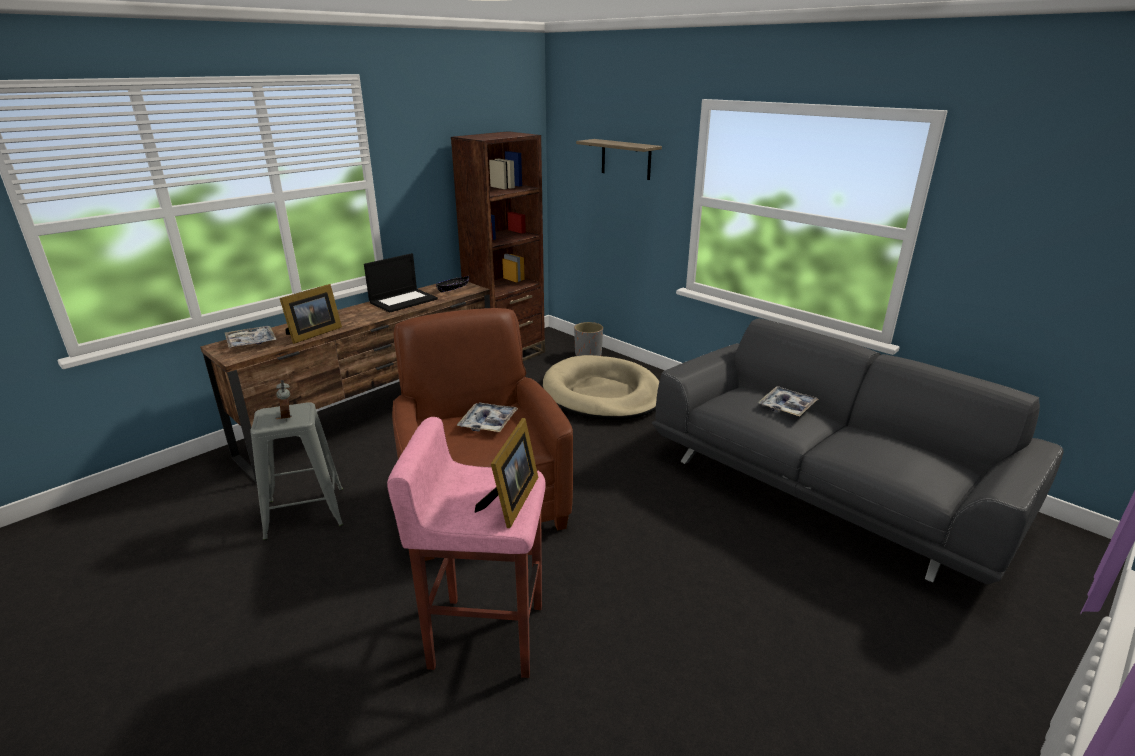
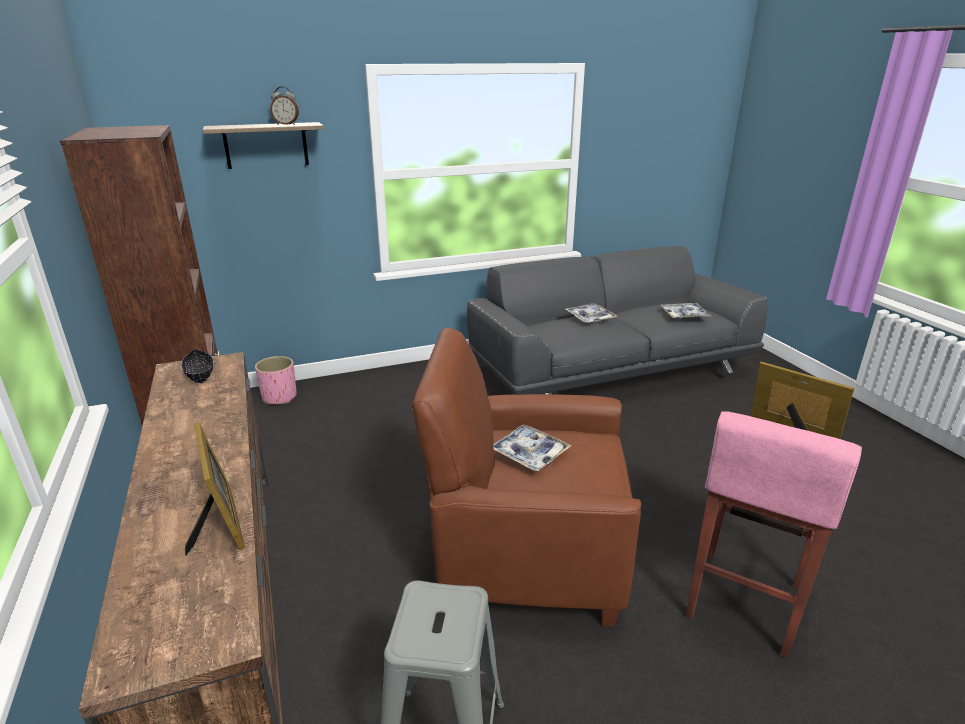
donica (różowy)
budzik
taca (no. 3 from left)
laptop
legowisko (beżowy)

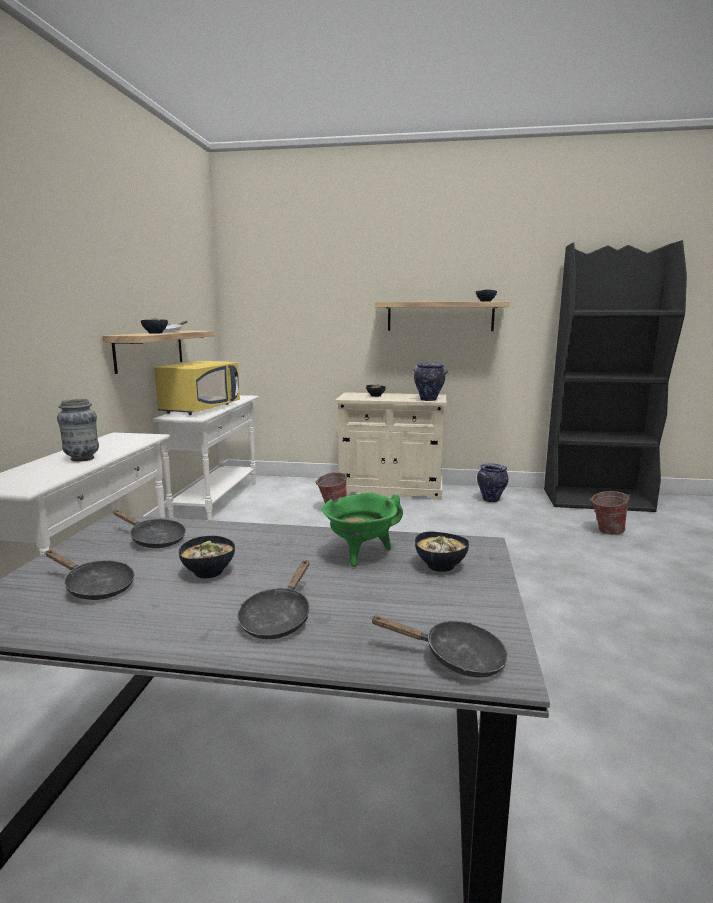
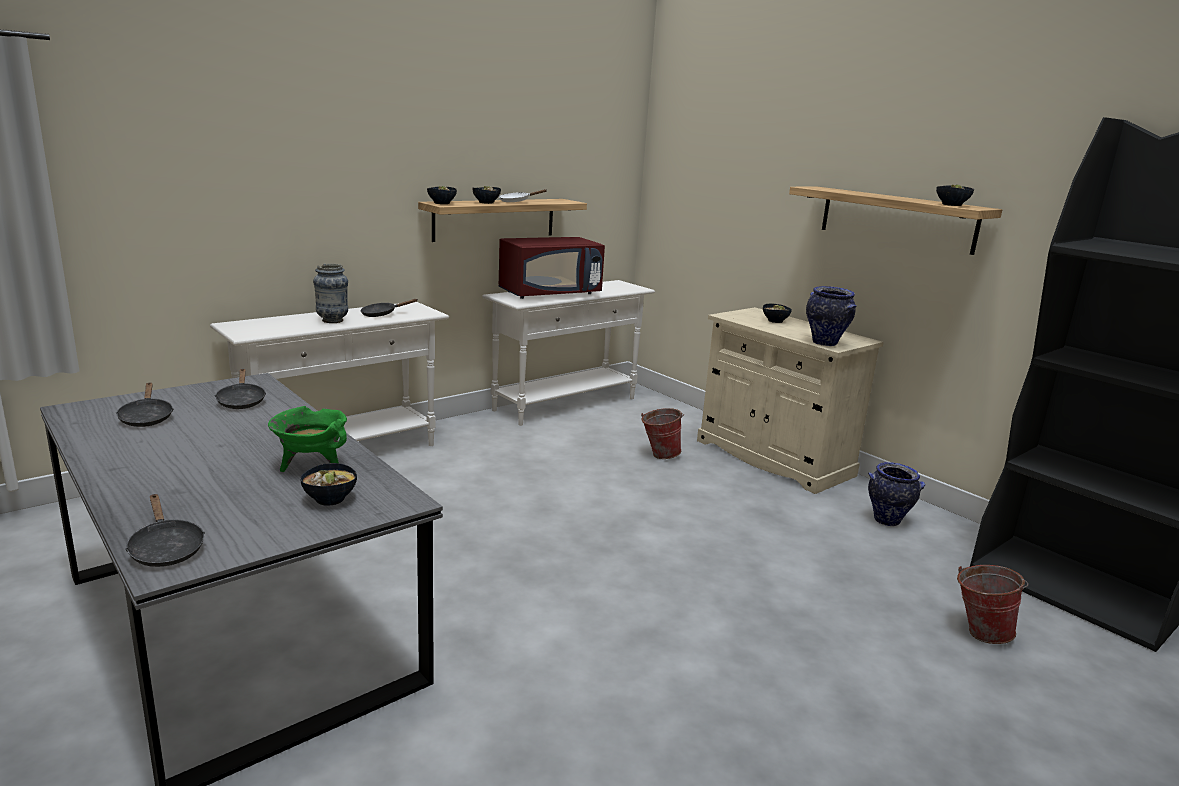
patelnia (czarny) (no. 4 from left)
miska (no. 2 from left)
mikrofalówka (czerwony)

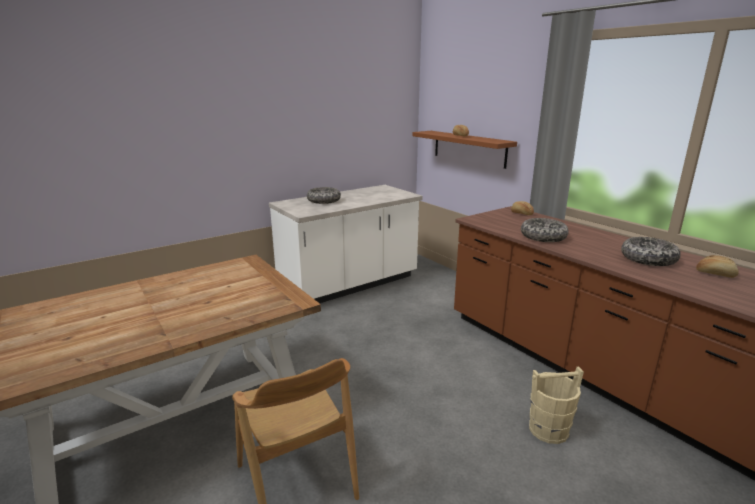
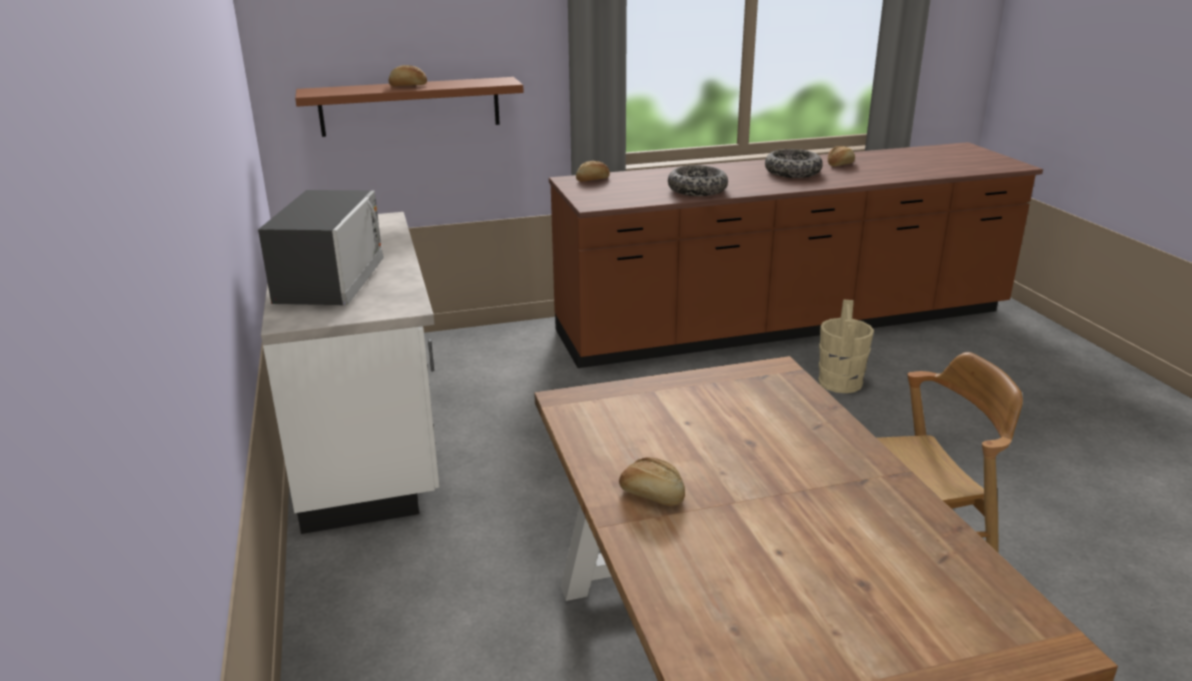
mikrofalówka
chleb (no. 3 from left)

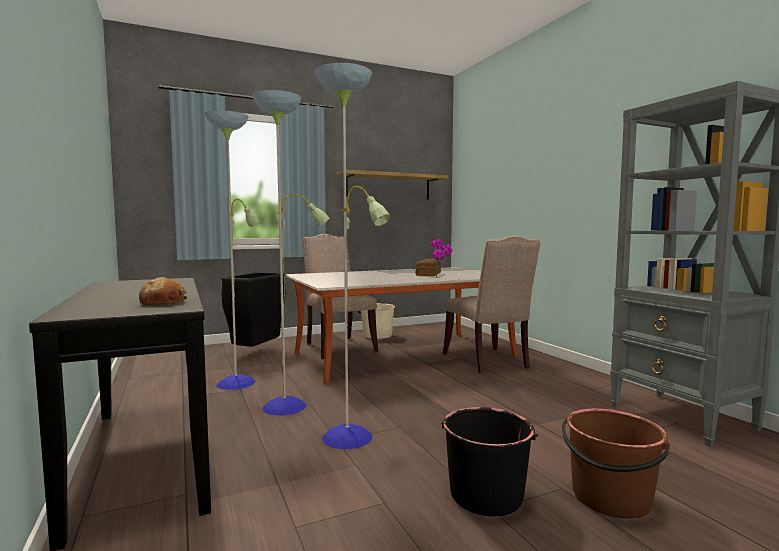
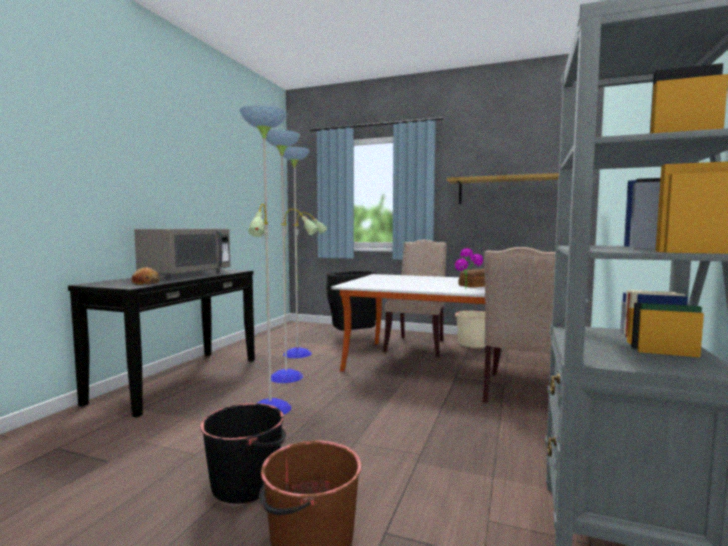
mikrofalówka (szary)

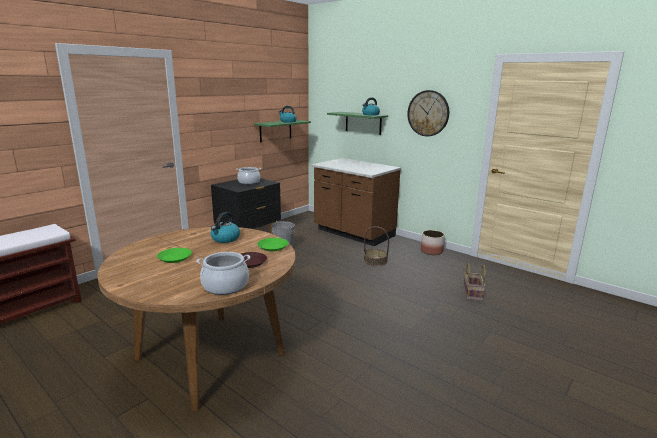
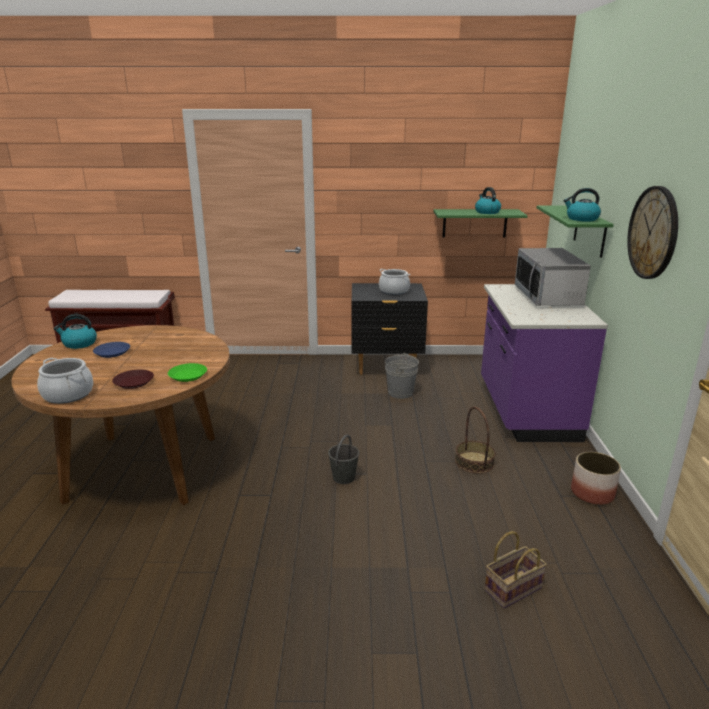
czajnik (no. 1 from left)
talerz (niebieski)
wiadro (szary) (no. 1 from left)
zabudowa kuchenna (fioletowy)
mikrofalówka

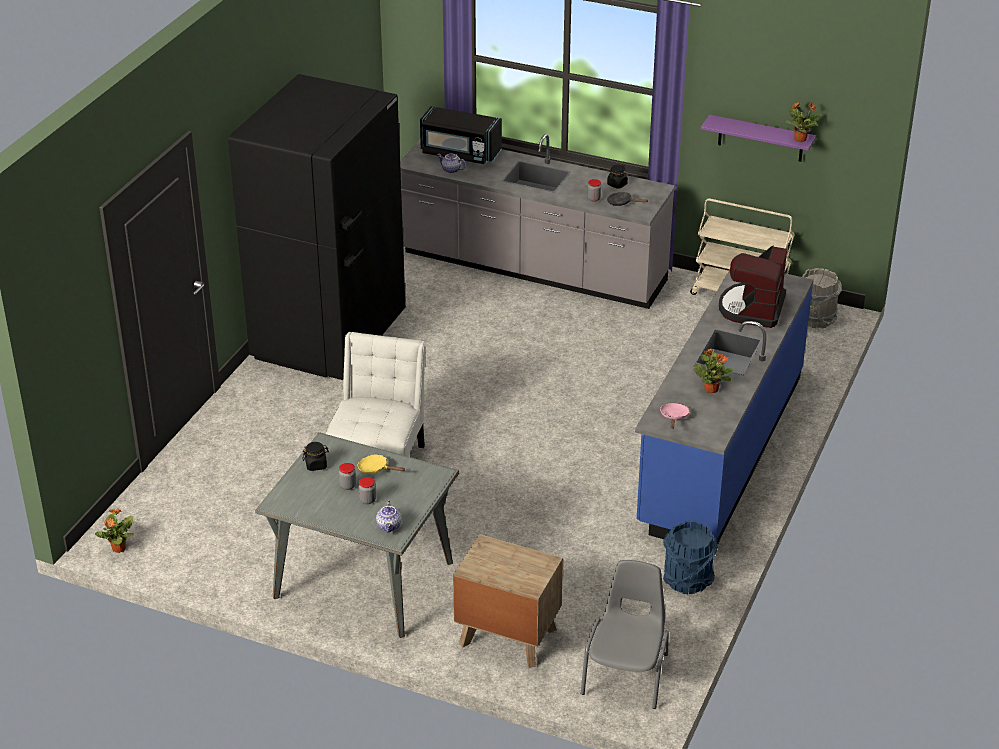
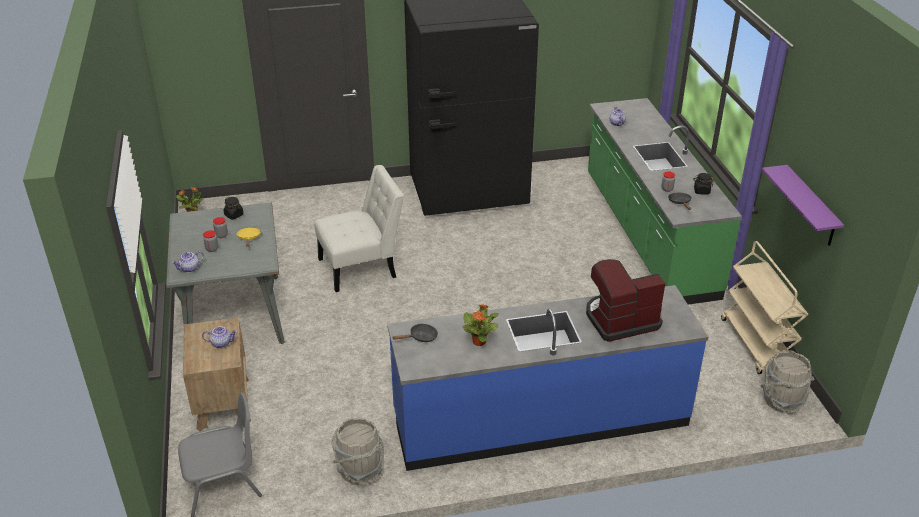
imbryk (no. 2 from left)
wiadro (szary) (no. 1 from left)
patelnia (czarny) (no. 1 from left)
zabudowa kuchenna (zielony)
mikrofalówka (czarny)
roślina doniczkowa (no. 3 from left in the first image)

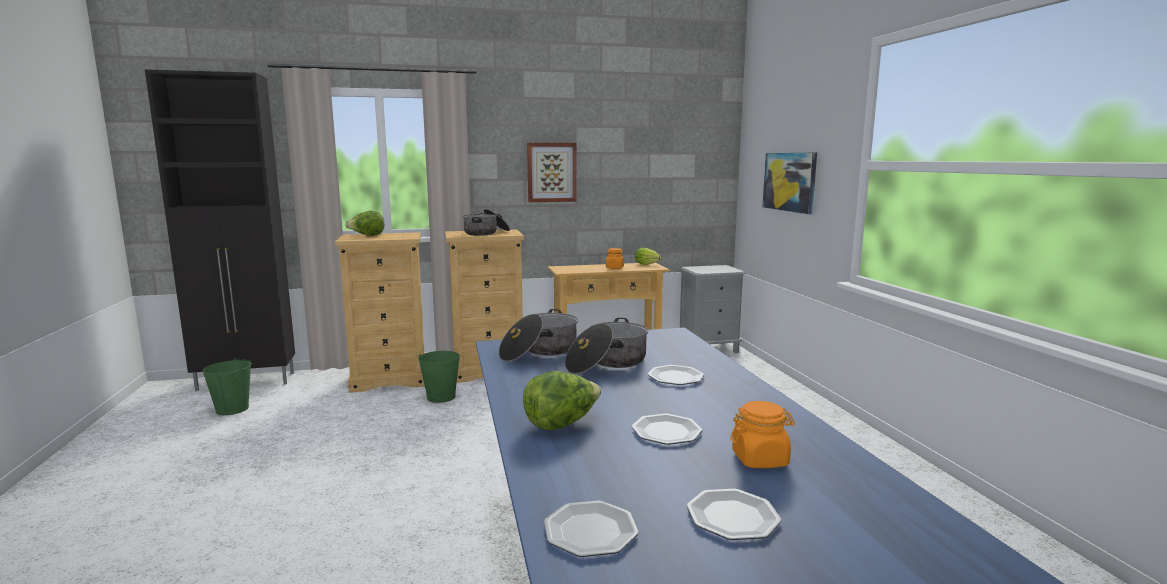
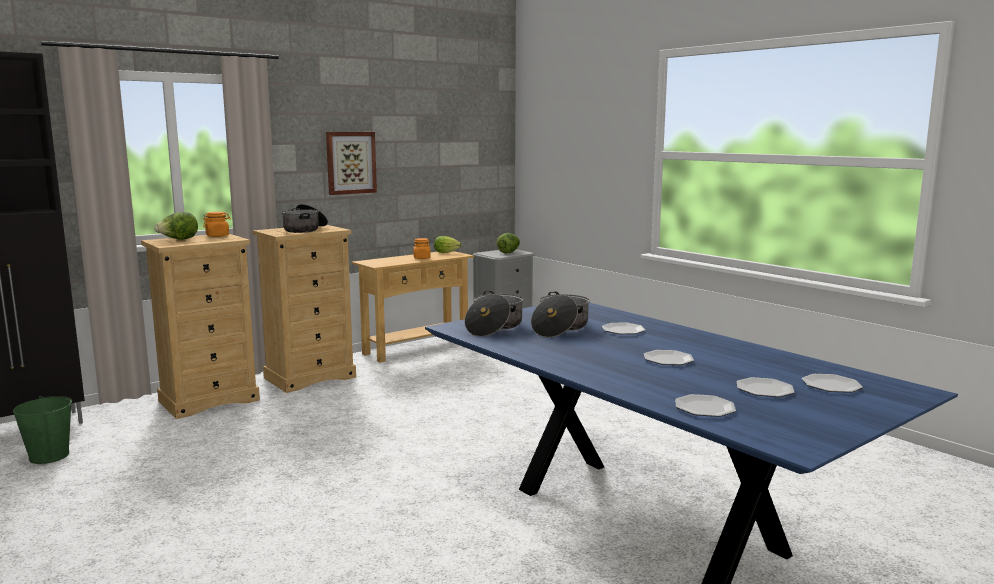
słoik (pomarańczowy) (no. 1 from left)
sałata (no. 3 from left)
talerz (no. 5 from left)
wiadro (zielony) (no. 2 from left in the first image)
obraz (no. 2 from left in the first image)

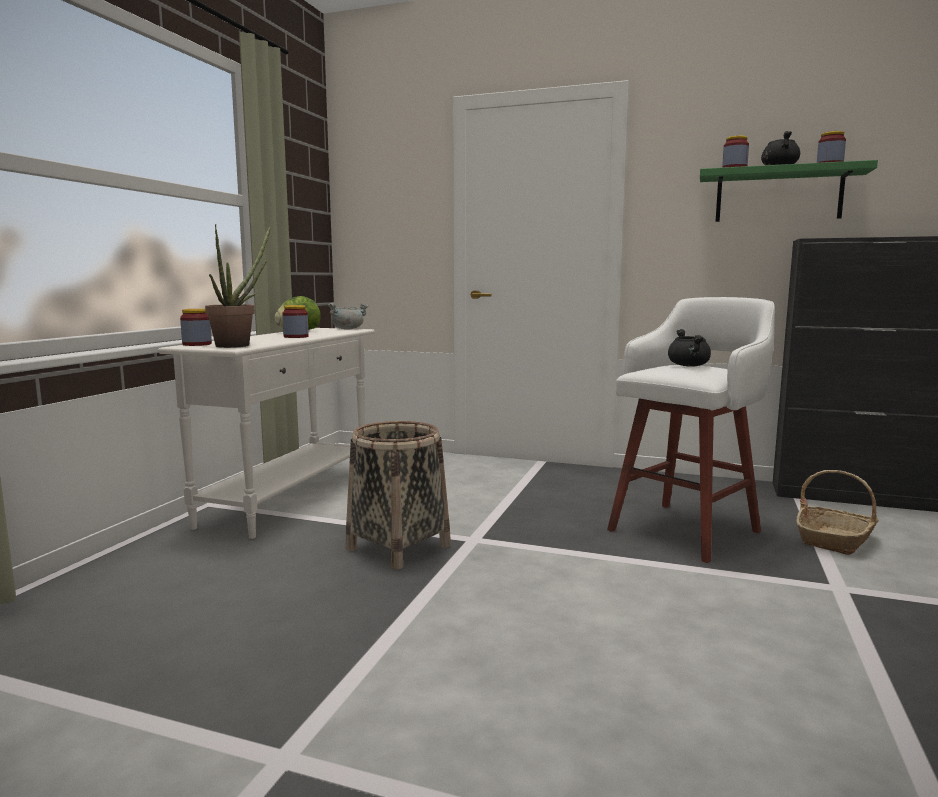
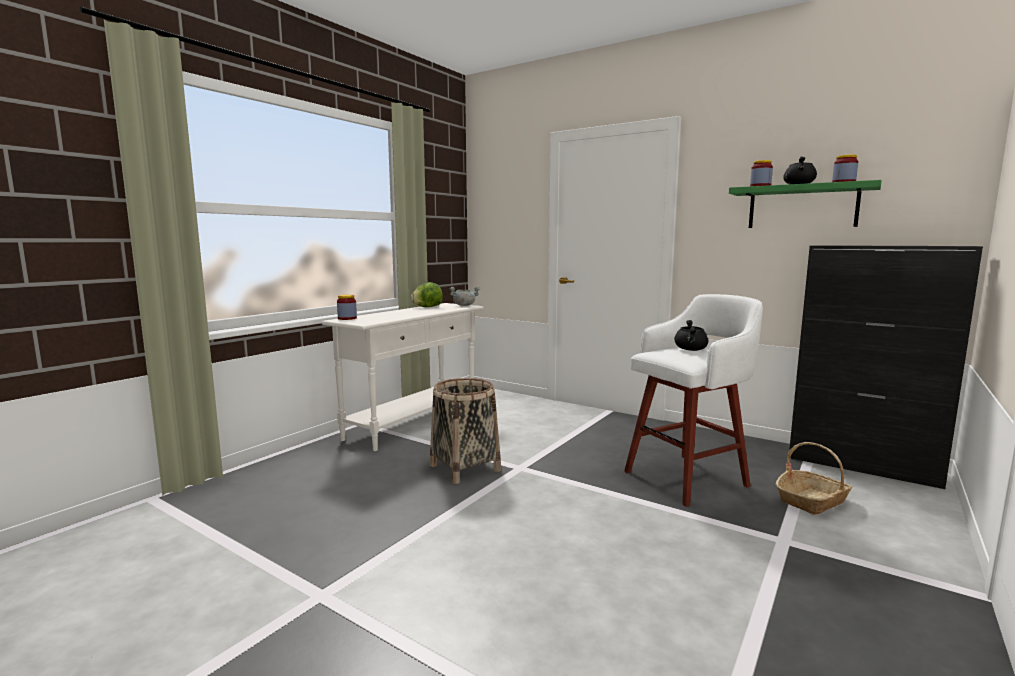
roślina doniczkowa
słoik (no. 2 from left in the first image)

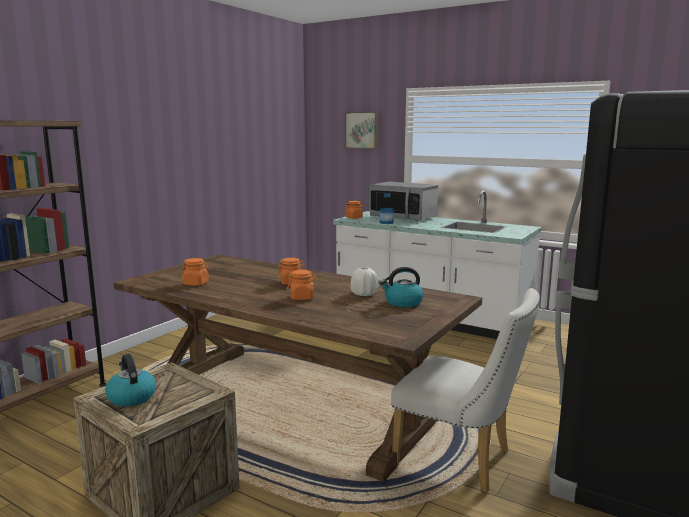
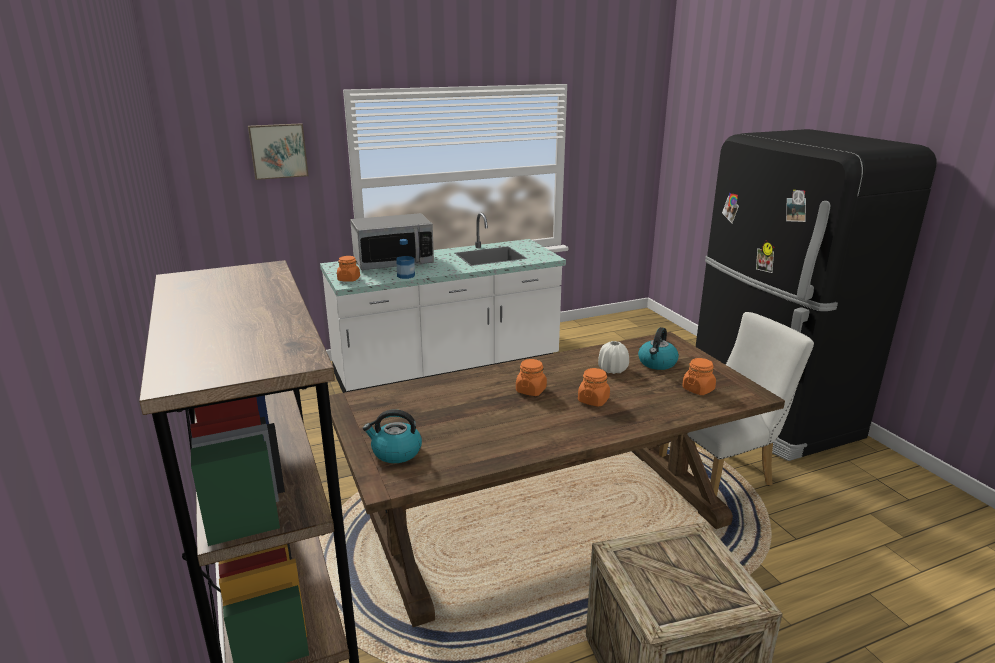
czajnik (no. 1 from left)
słoik (pomarańczowy) (no. 4 from left)

